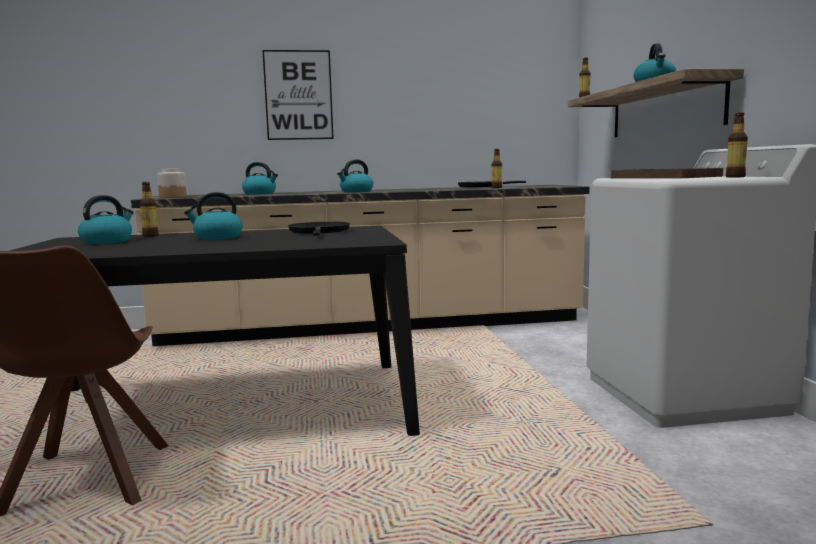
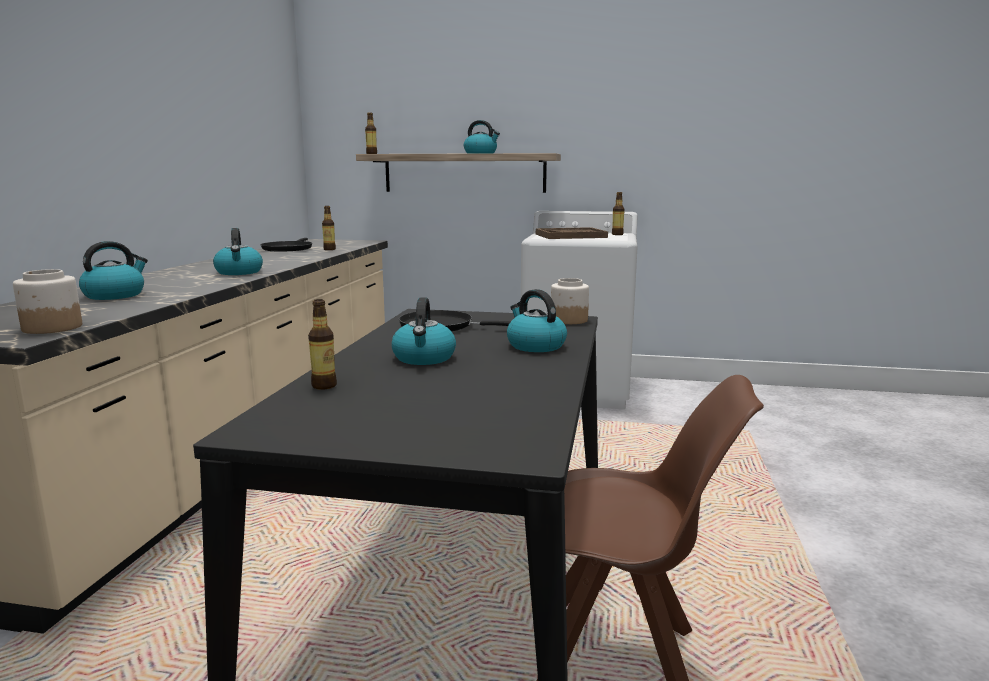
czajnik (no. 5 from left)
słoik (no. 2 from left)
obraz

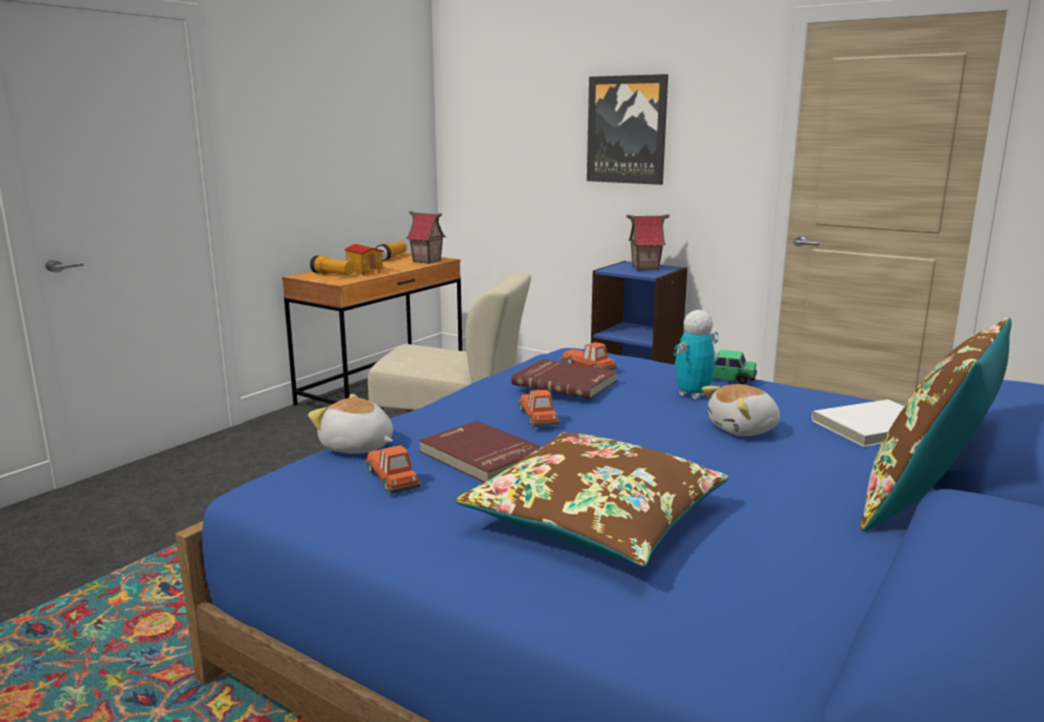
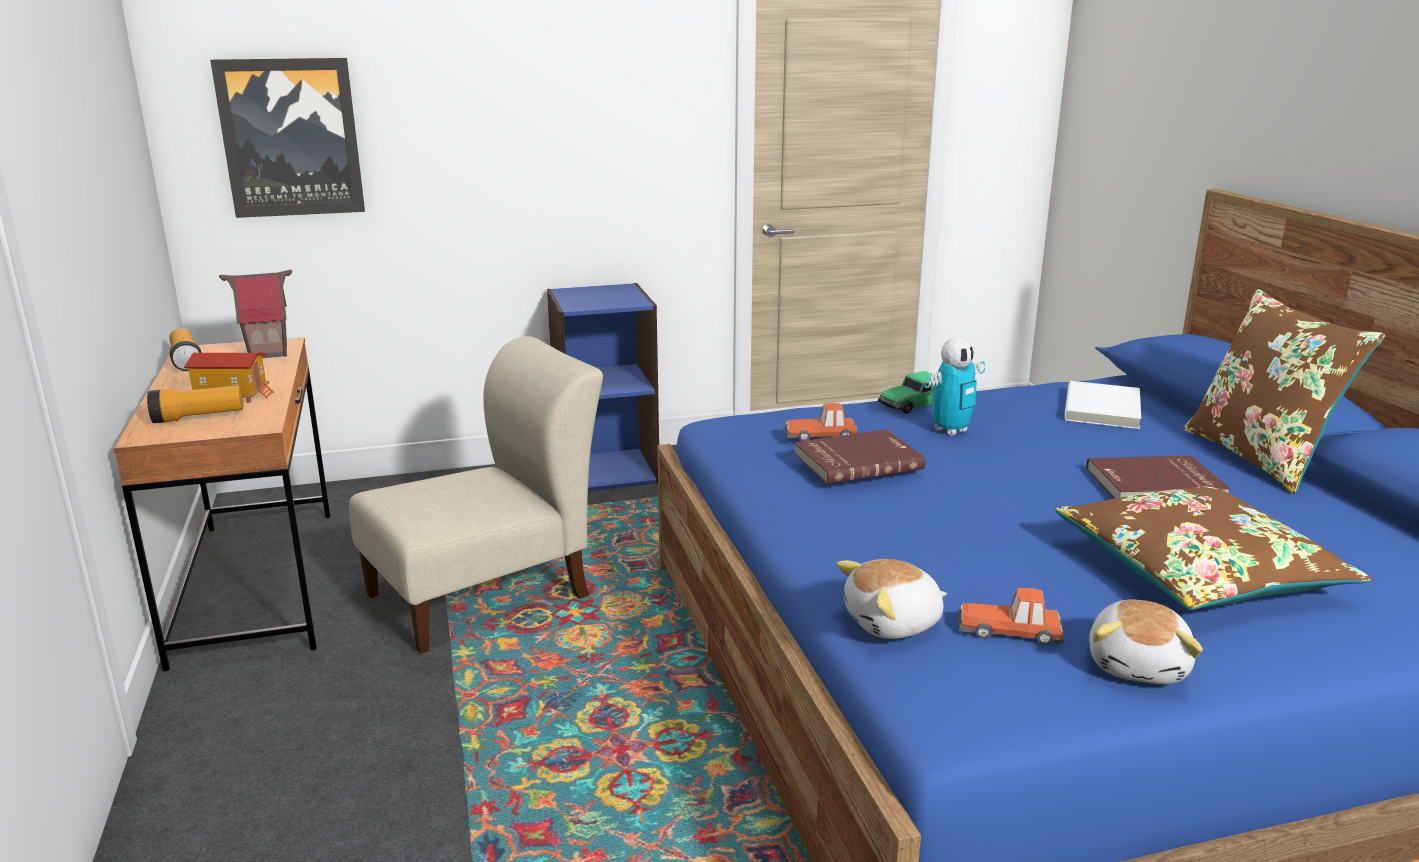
obraz
robot zabawkowy
książka (czerwony) (no. 2 from left)
pluszak (no. 2 from left)
samochodzik (no. 2 from left in the first image)
domek (no. 3 from left in the first image)

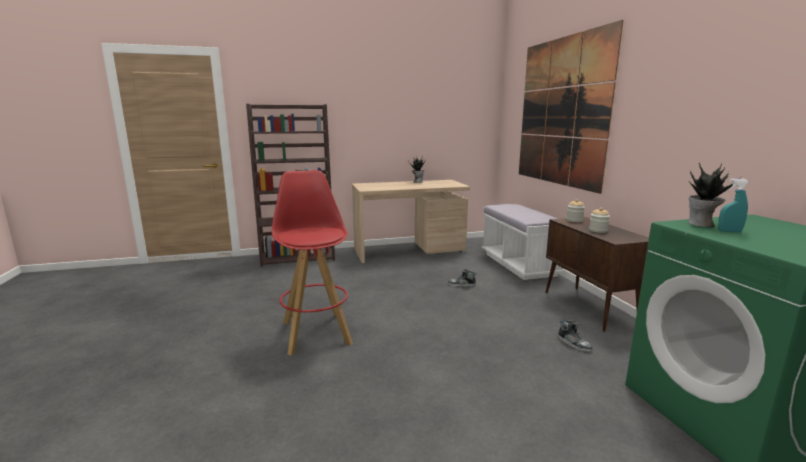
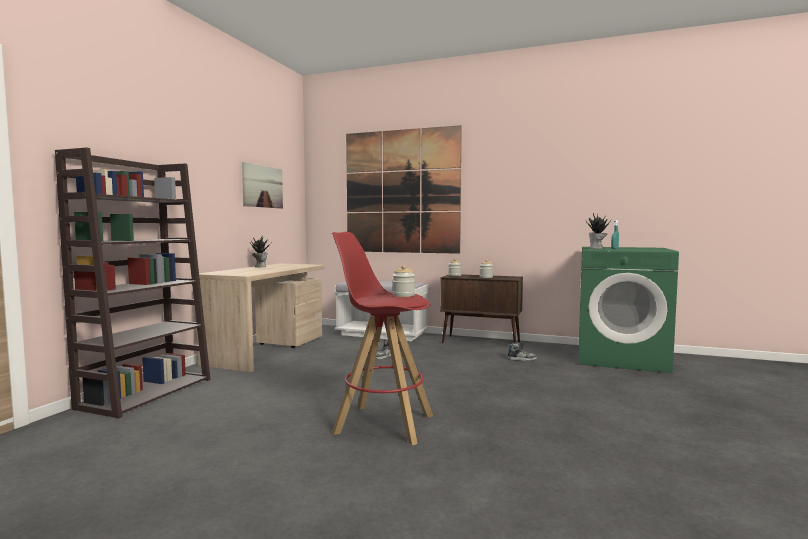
obraz (no. 1 from left)
słoik (no. 1 from left)

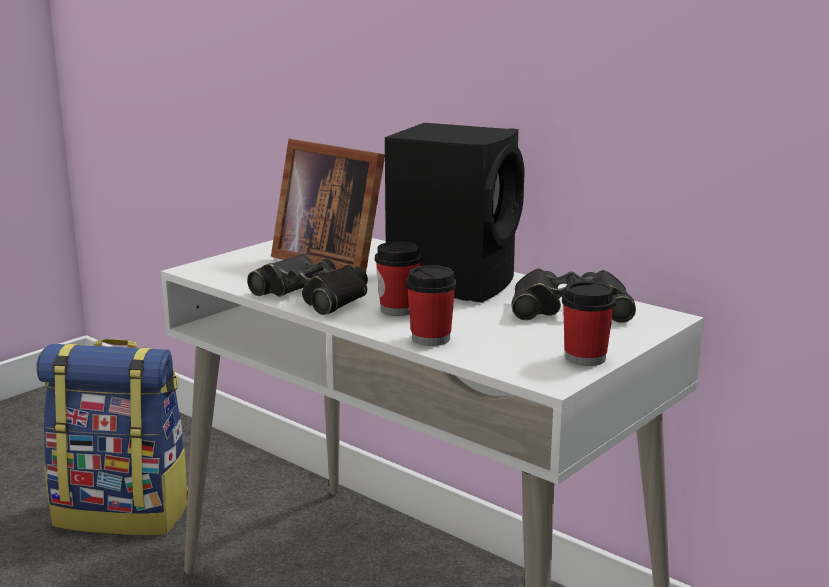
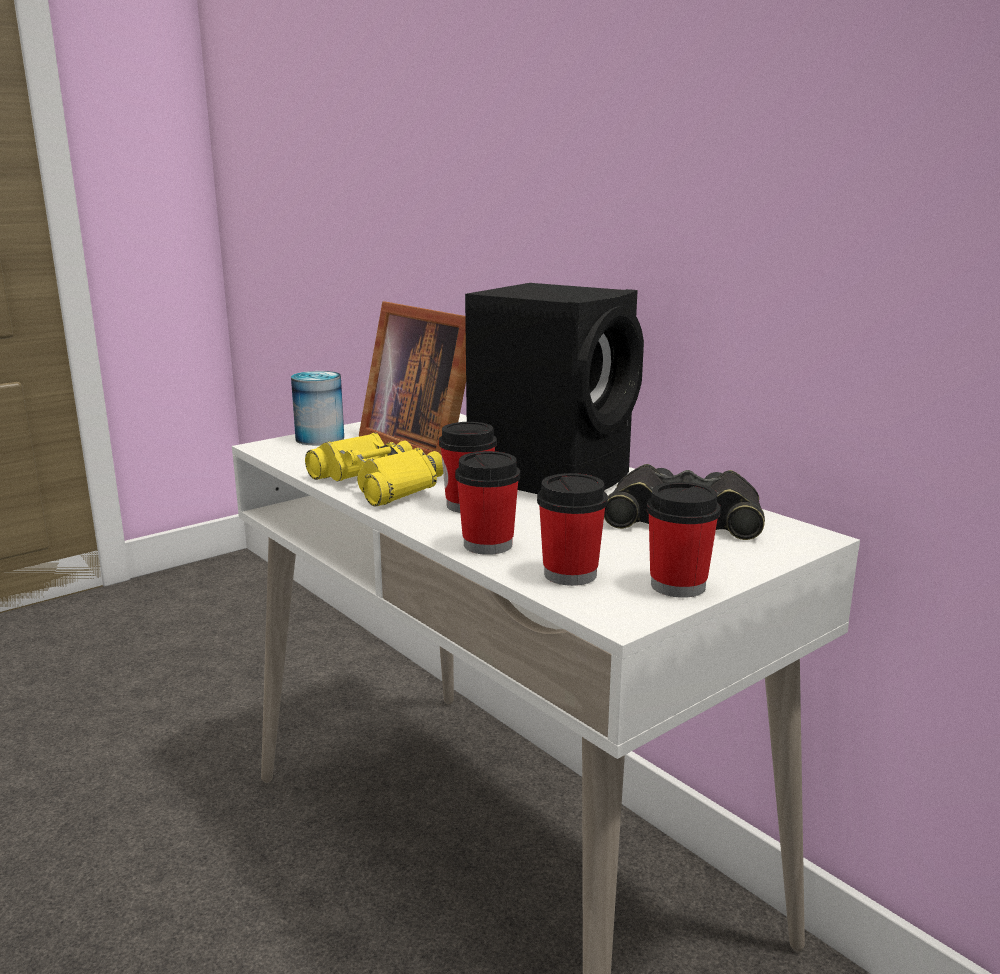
puszka
lornetka (żółty)
filiżanka (no. 3 from left)
plecak

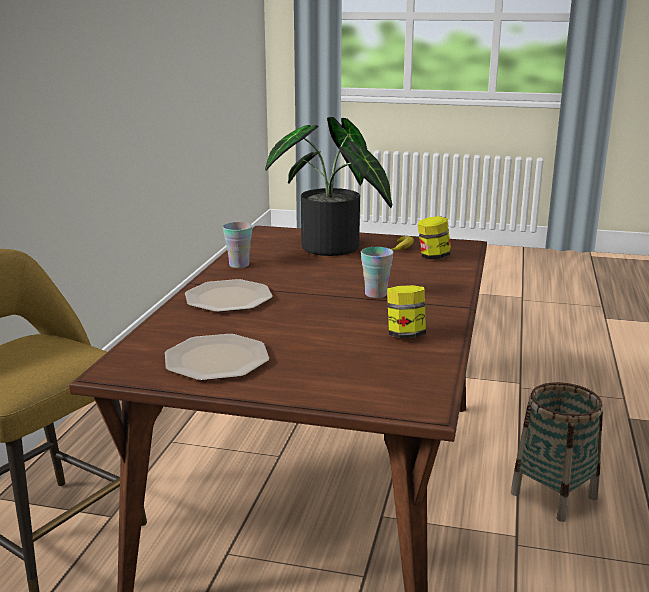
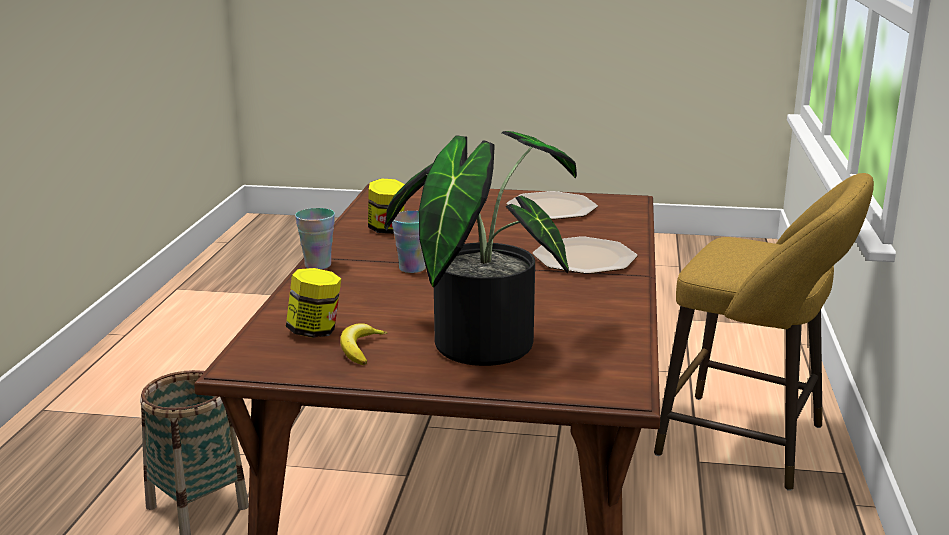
filiżanka (no. 1 from left)

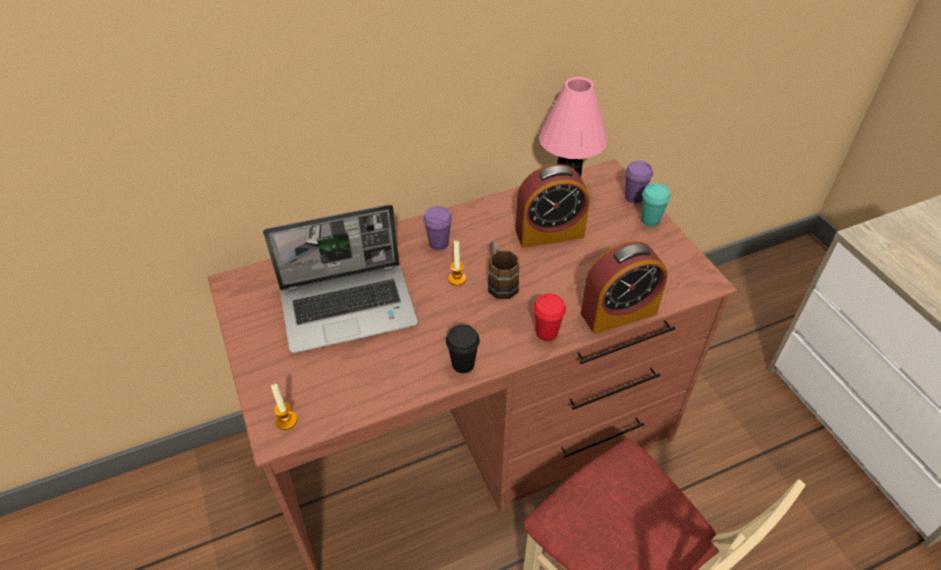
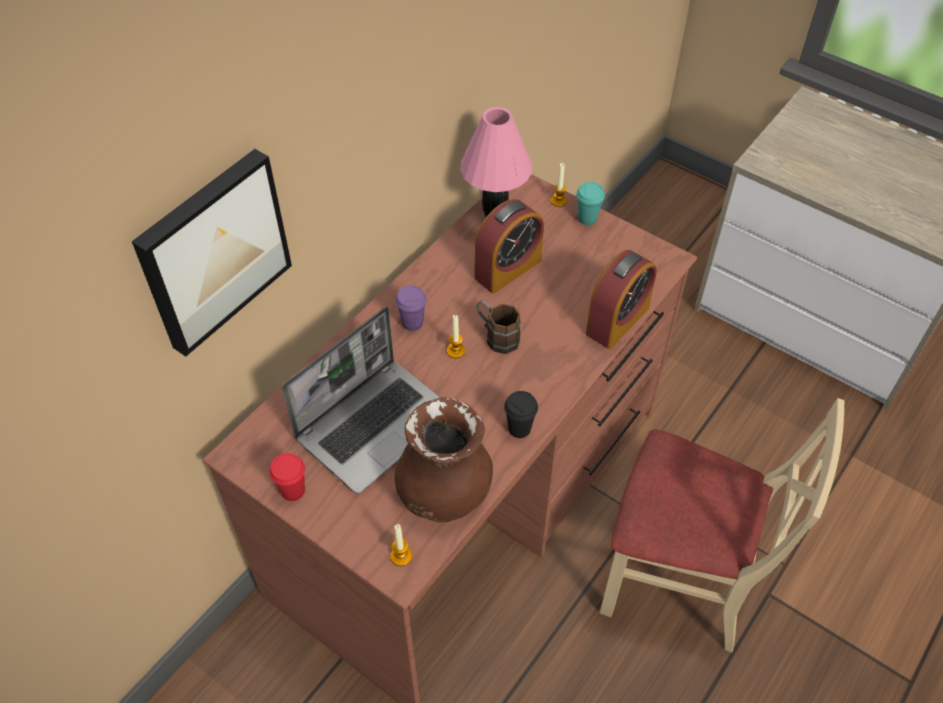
obraz
filiżanka (czerwony)
wazon (brązowy)
świeca (no. 3 from left)

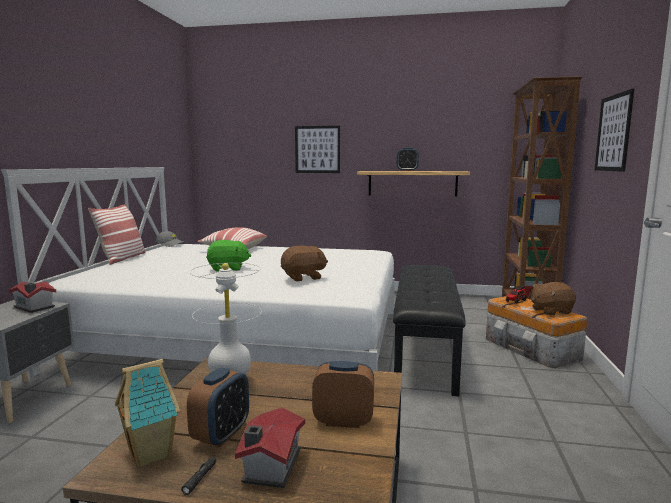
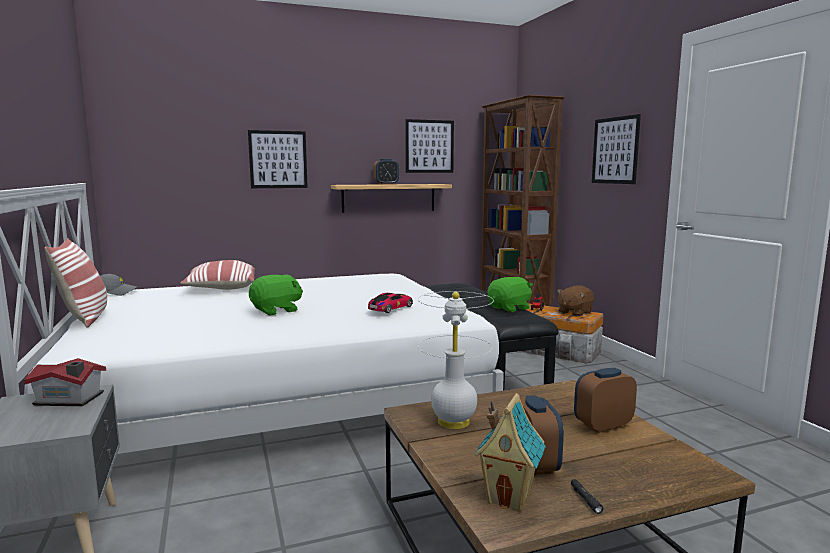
samochodzik
obraz (no. 2 from left)
pluszak (zielony) (no. 2 from left)
domek (no. 3 from left in the first image)

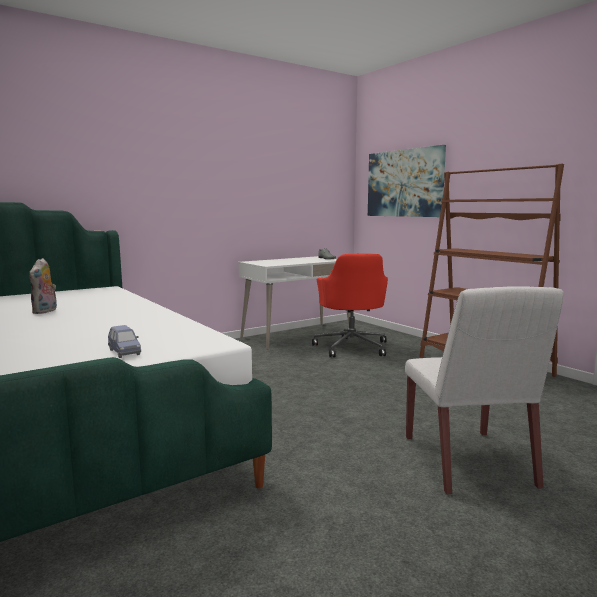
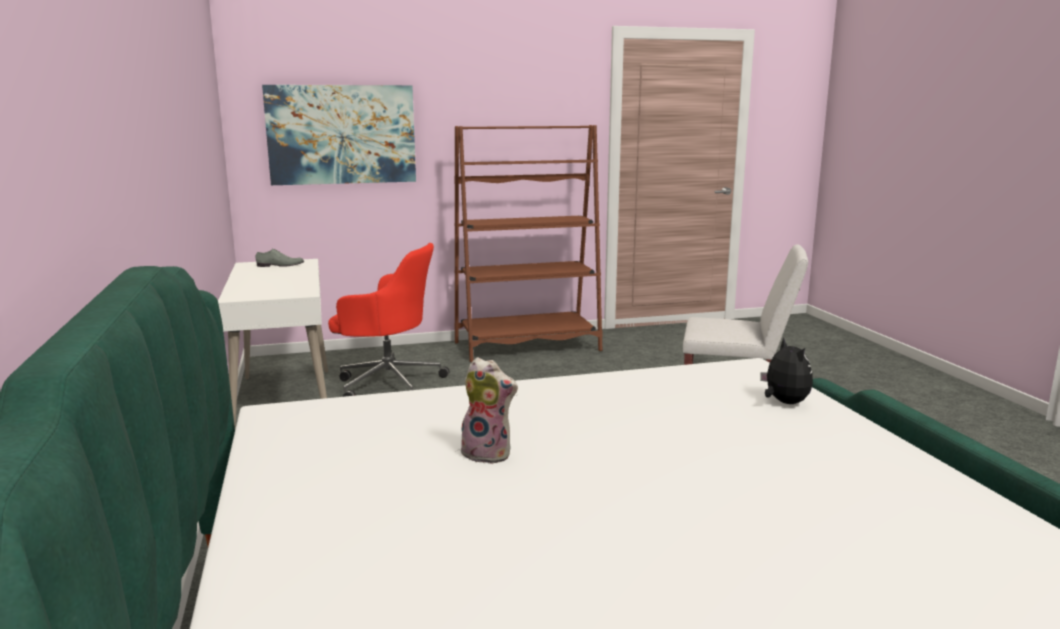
pluszak (no. 2 from left)

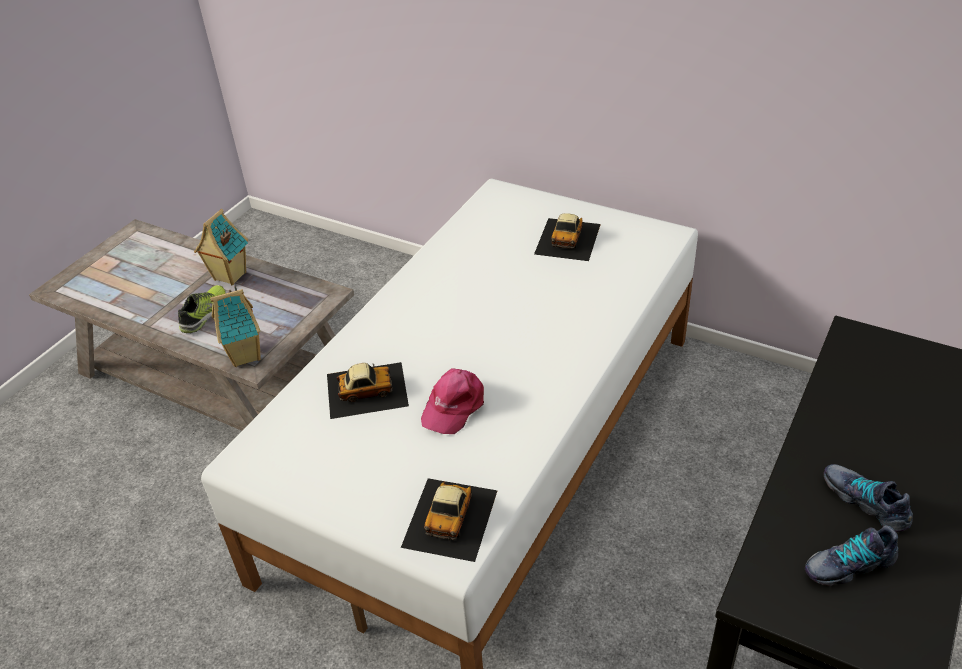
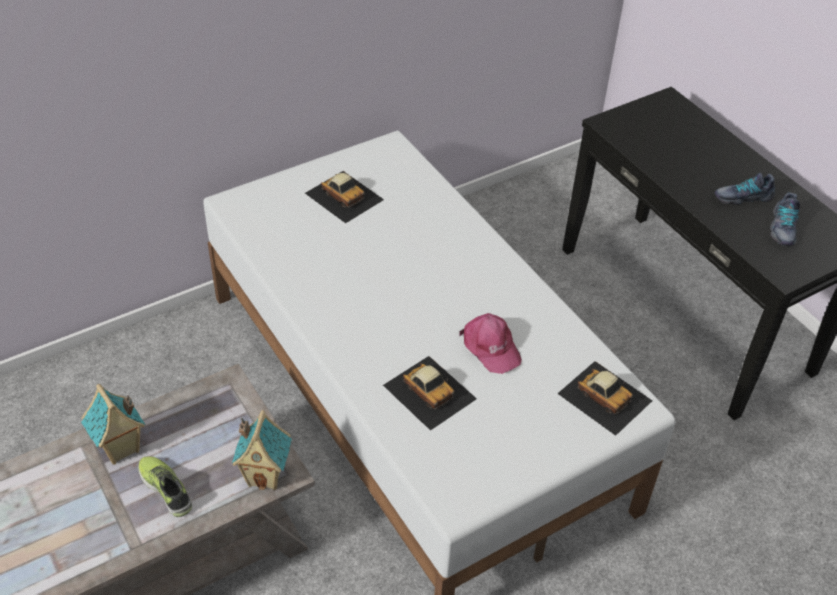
samochodzik (no. 2 from left)

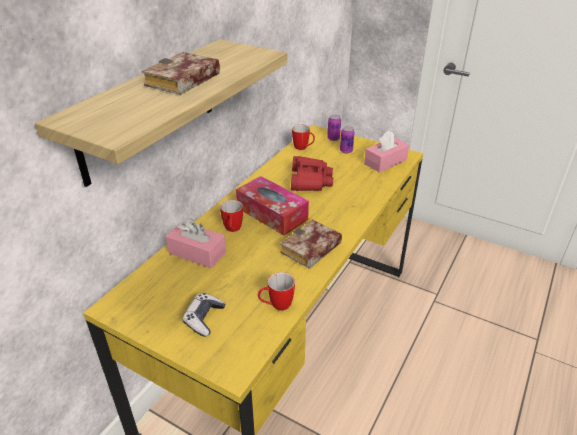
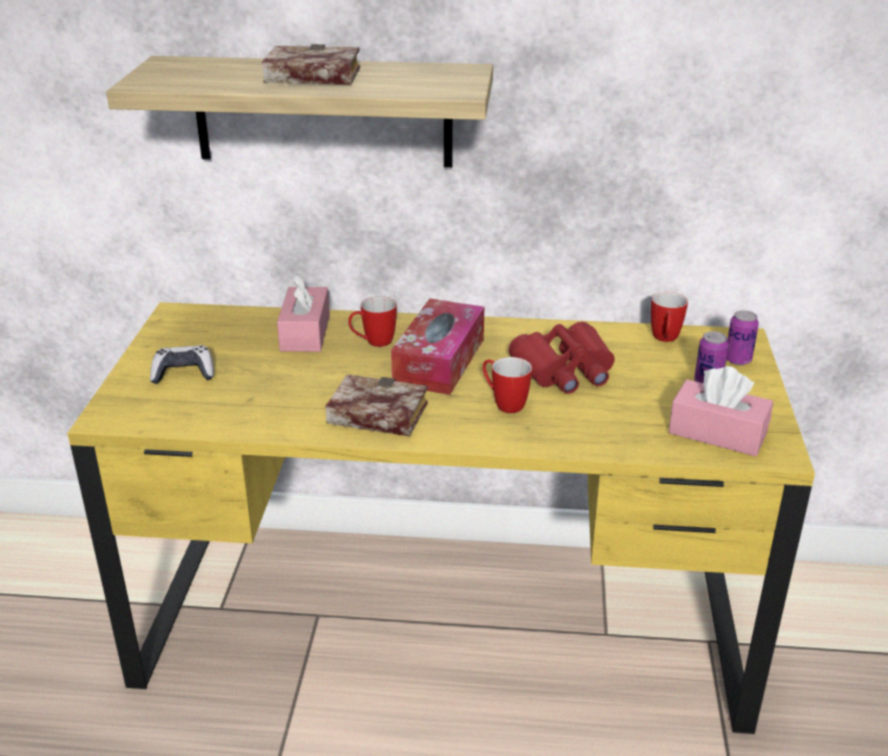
kubek (no. 2 from left)

